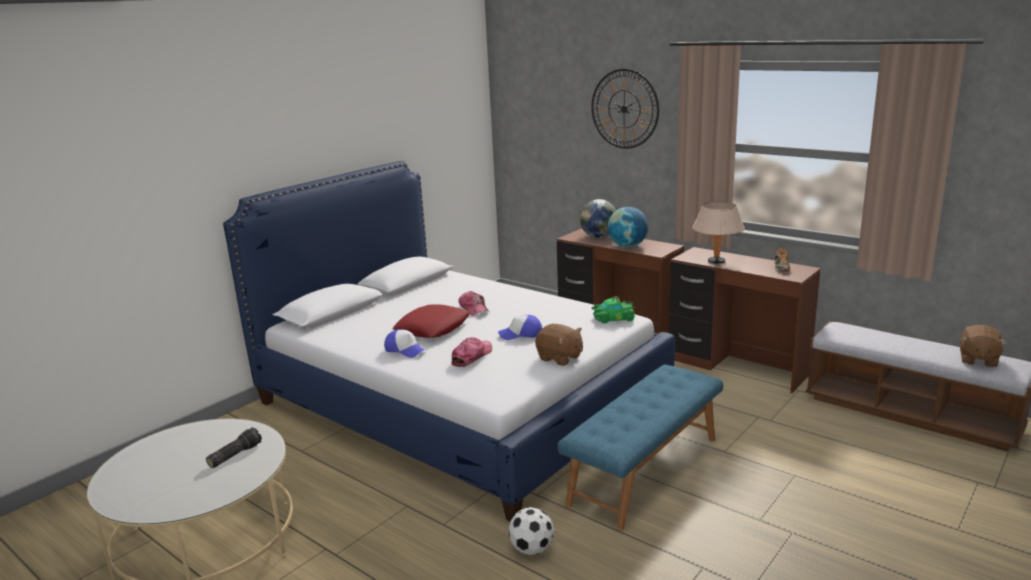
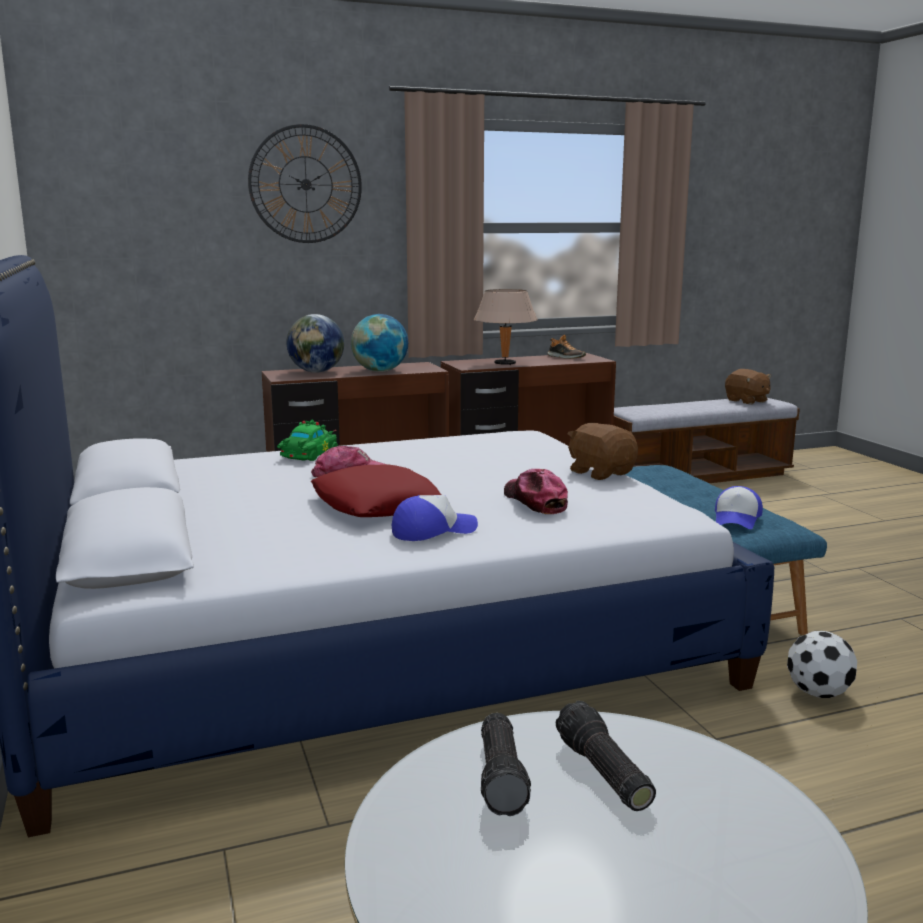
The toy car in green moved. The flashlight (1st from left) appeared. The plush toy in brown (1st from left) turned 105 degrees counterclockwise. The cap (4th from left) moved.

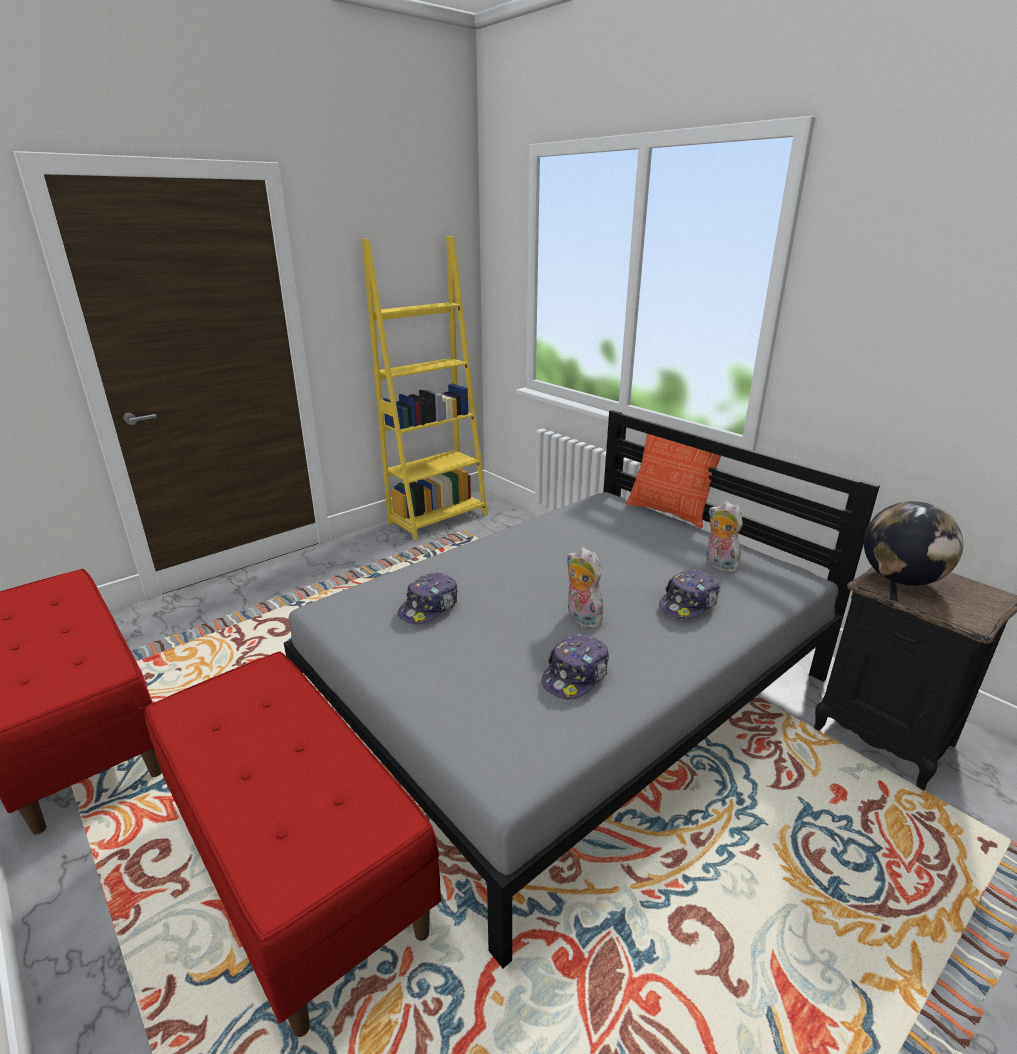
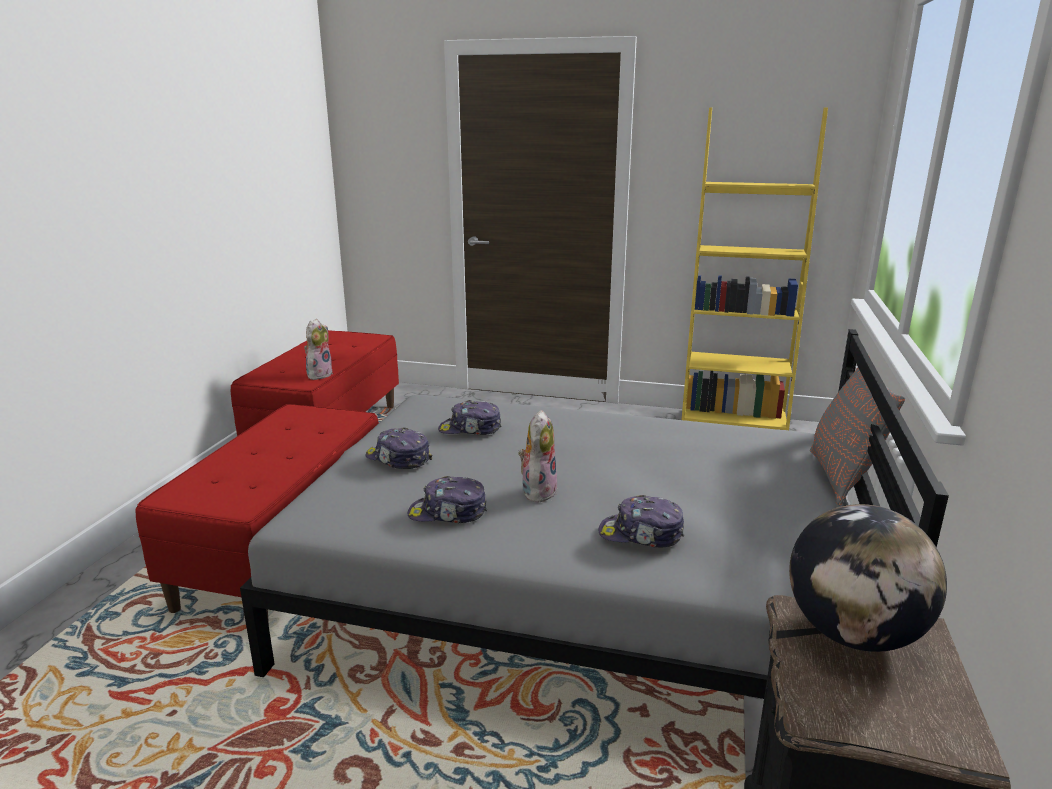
The plush toy (2nd from left in the first image) moved. The cap (1st from left) appeared. The pillow in orange became the pillow in grey.

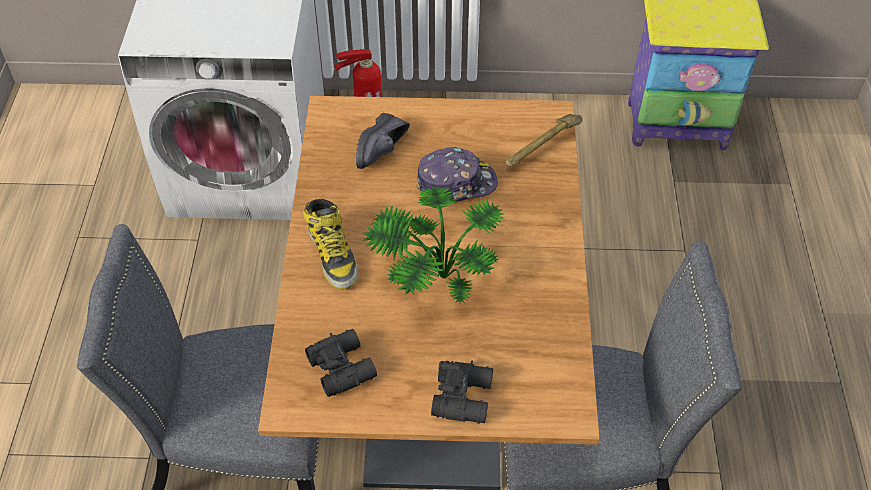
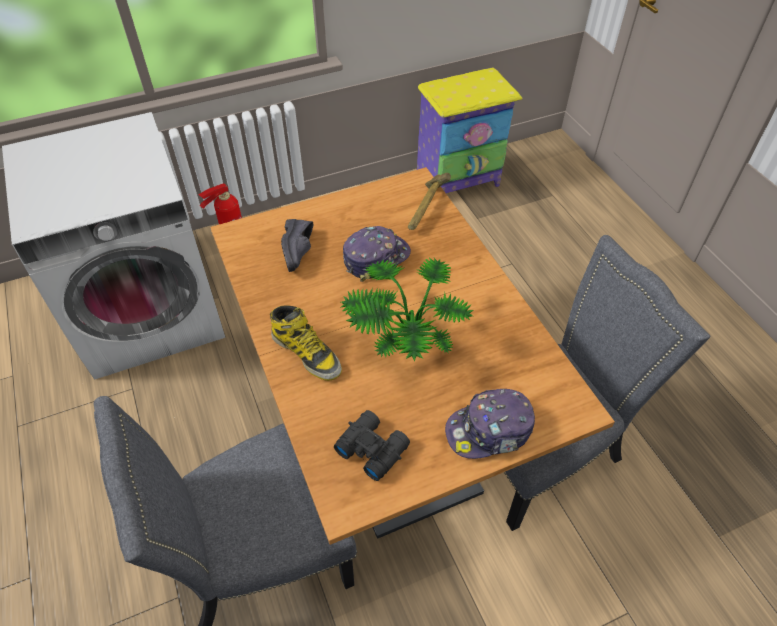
The binoculars in black (2nd from left) was replaced by the cap (2nd from left).

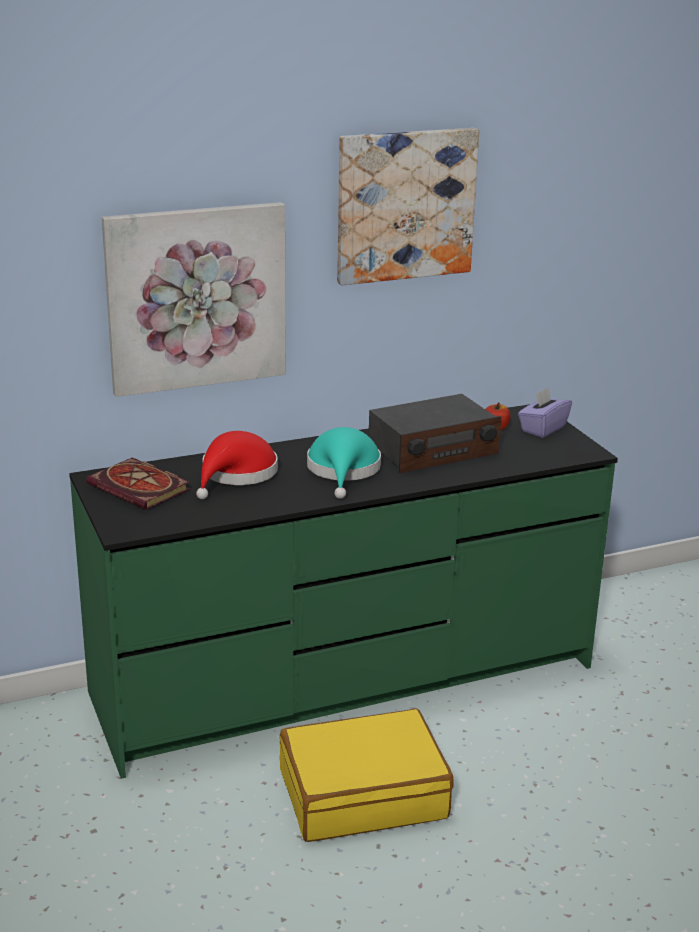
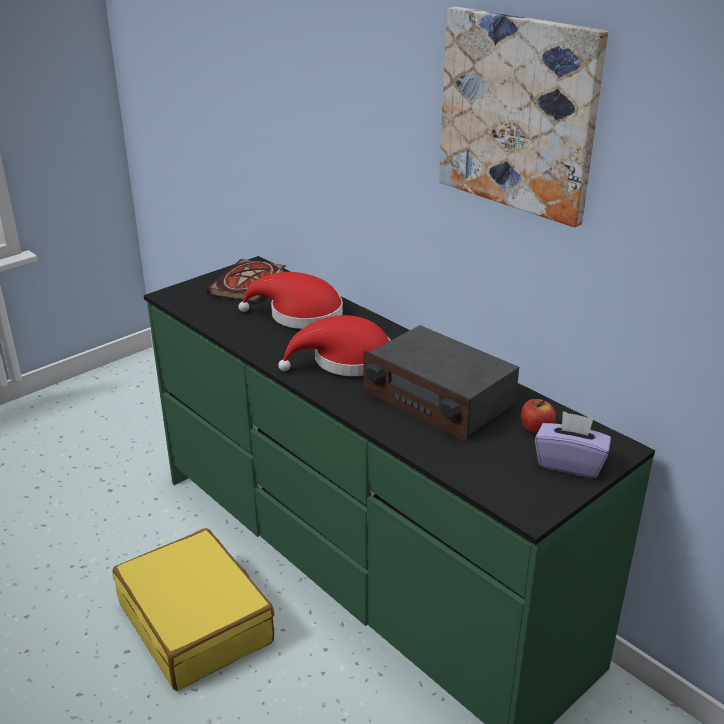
The hat in turquoise became the hat in red (2nd from left). The picture (1st from left) disappeared.

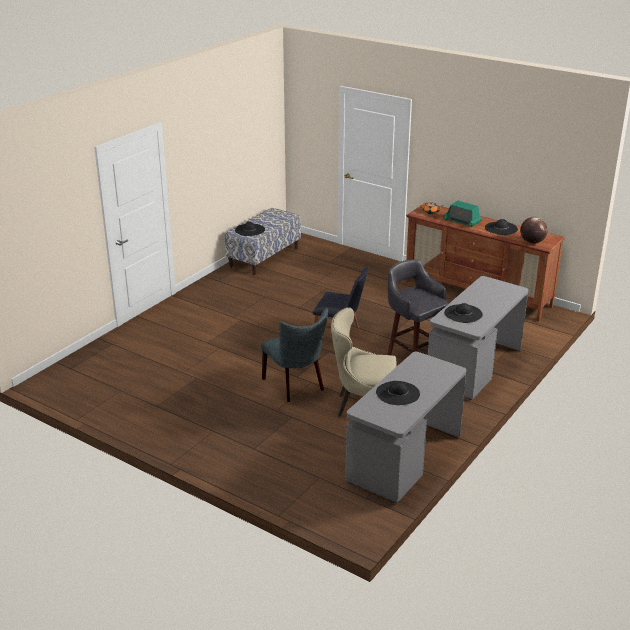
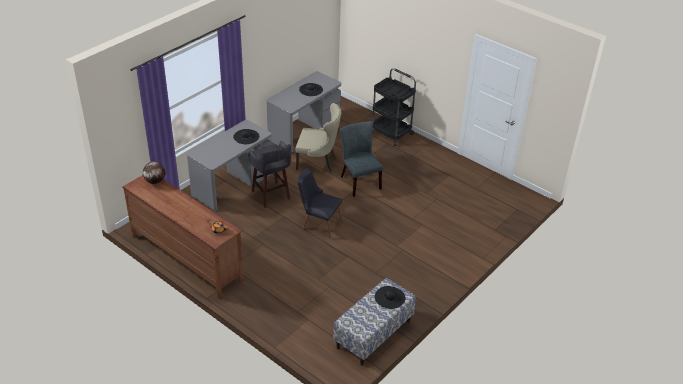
The cart in black appeared. The radio disappeared. The hat in black (4th from left) disappeared.

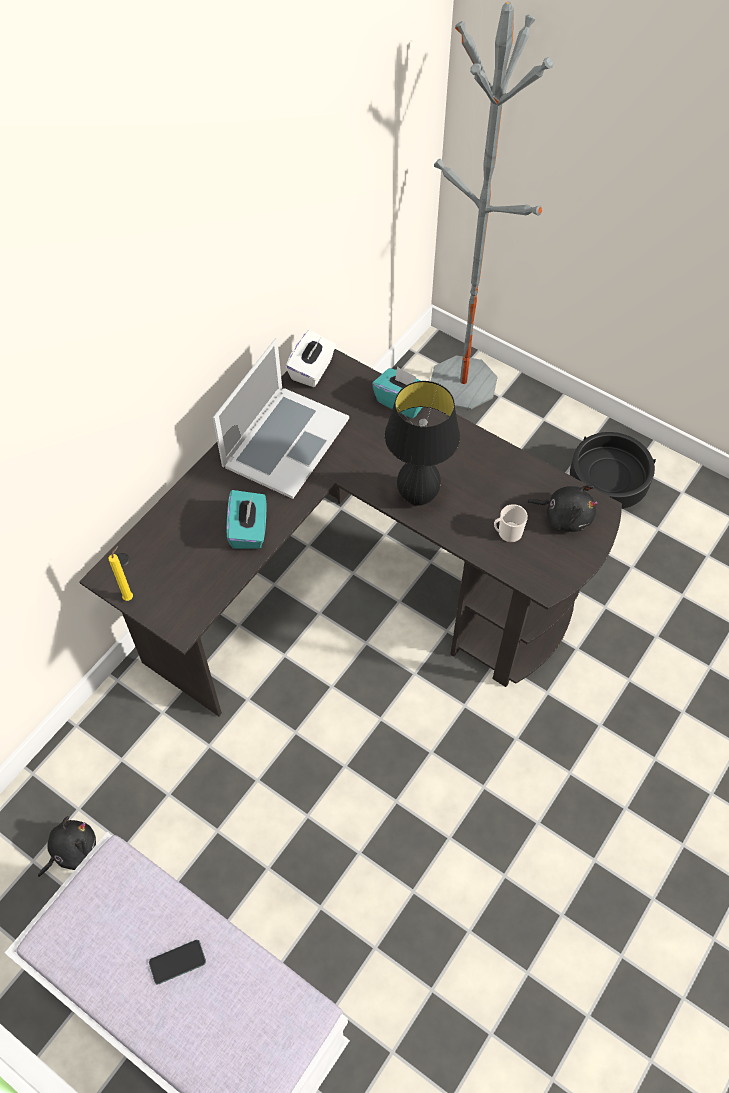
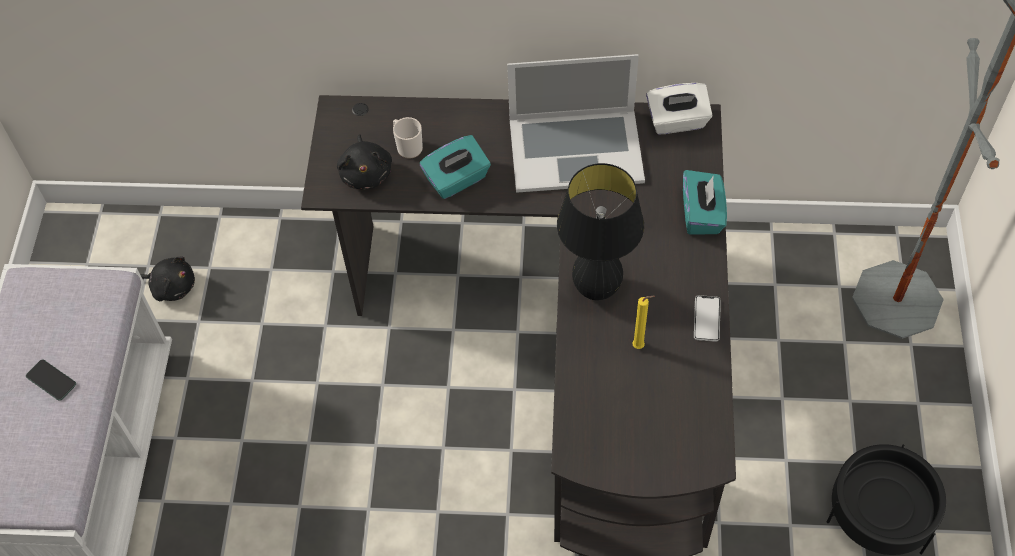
The plush toy in black (2nd from left) moved. The mug moved. The candle in yellow moved. The phone (2nd from left) appeared.

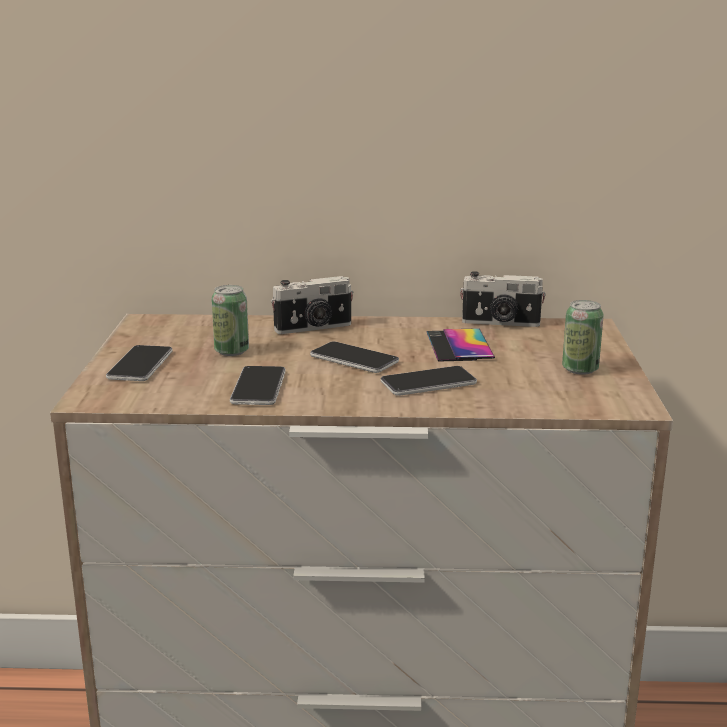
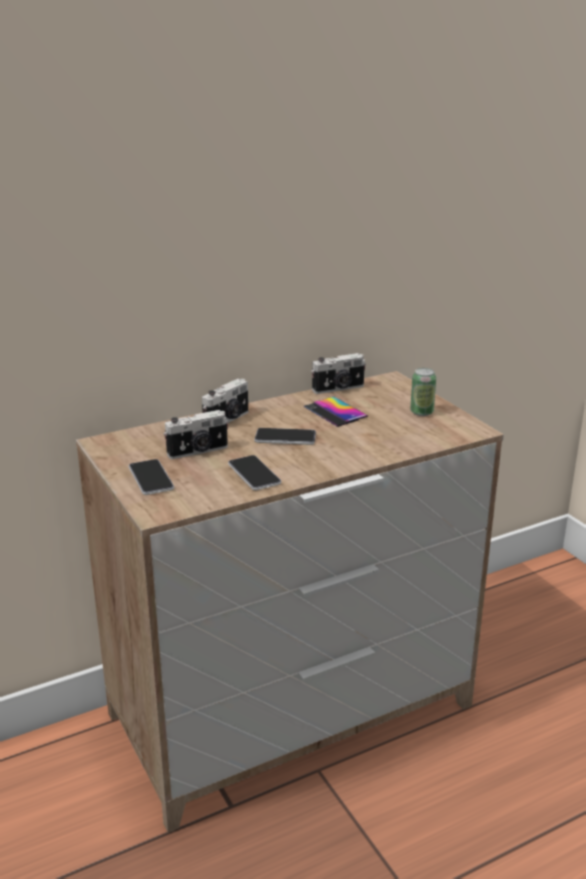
The can (1st from left) was replaced by the photo camera (1st from left). The phone (4th from left) disappeared.

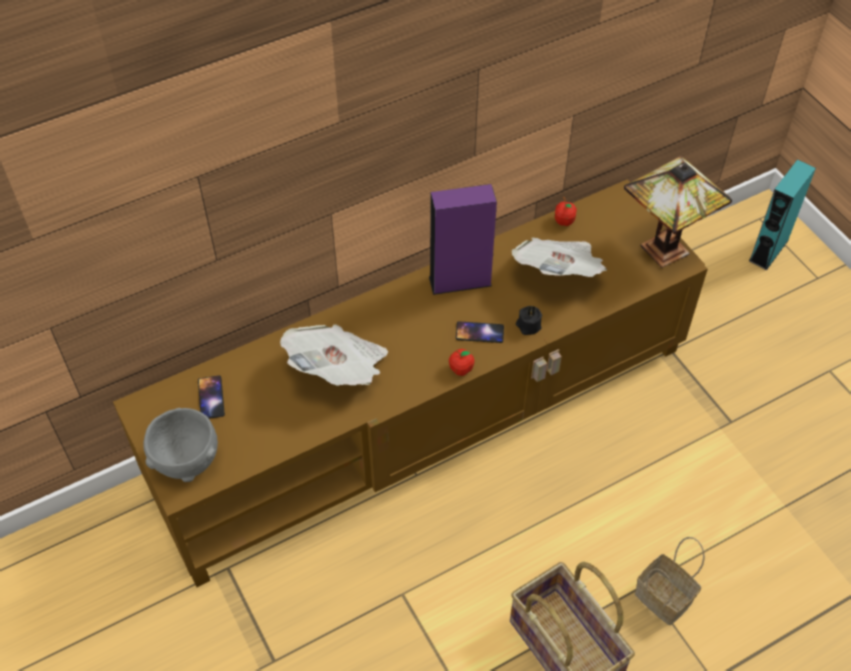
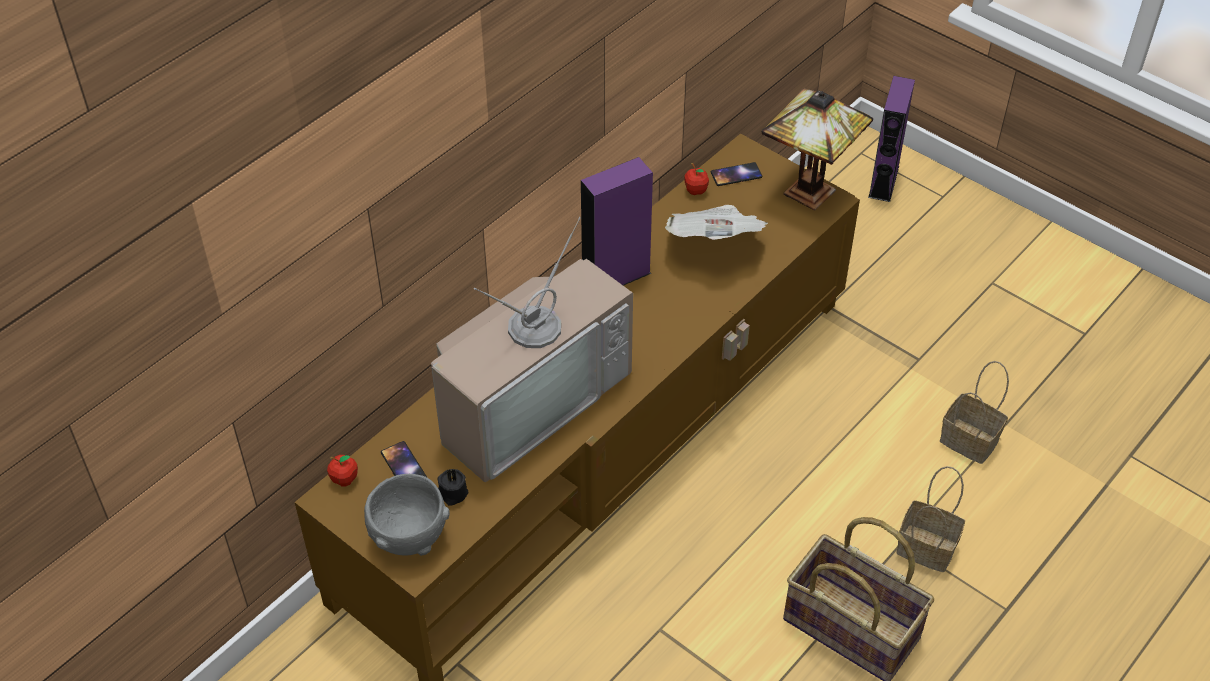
The apple (1st from left) moved. The newspaper (1st from left) was replaced by the television. The candle in black moved. The phone (2nd from left) moved. The speaker in turquoise became the speaker in purple (2nd from left). The basket (3rd from left) appeared.

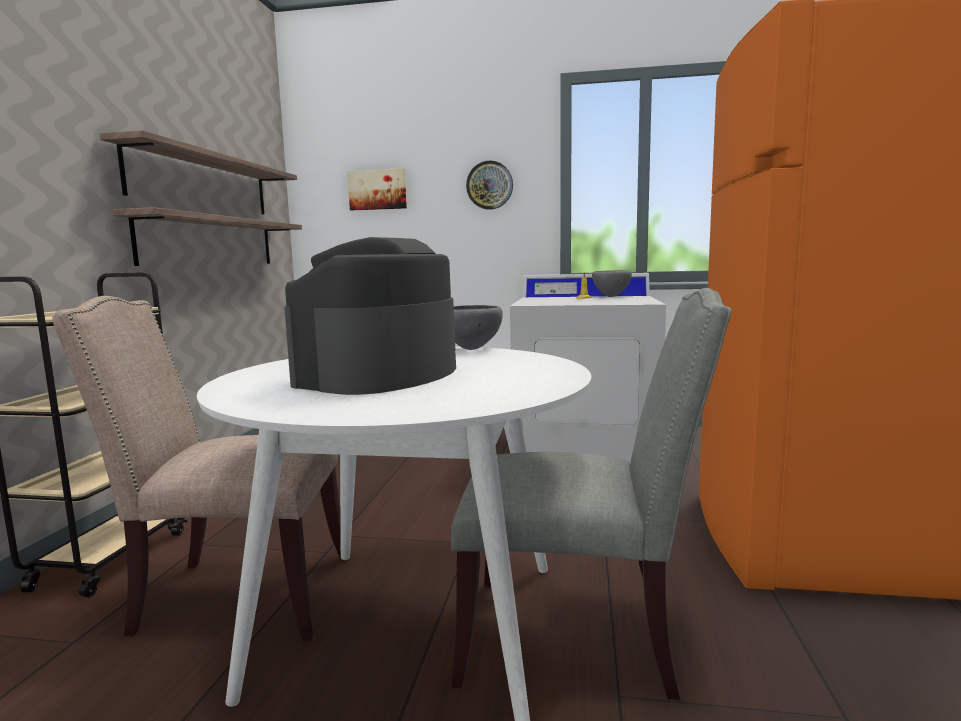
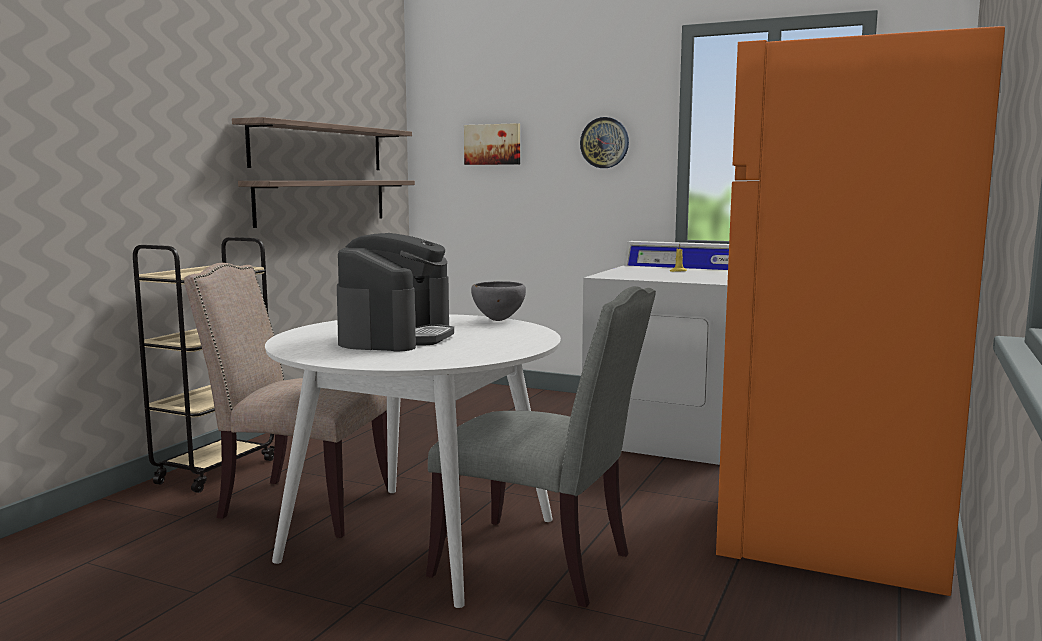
The coffee machine turned 150 degrees clockwise. The bowl in grey (2nd from left) disappeared.

